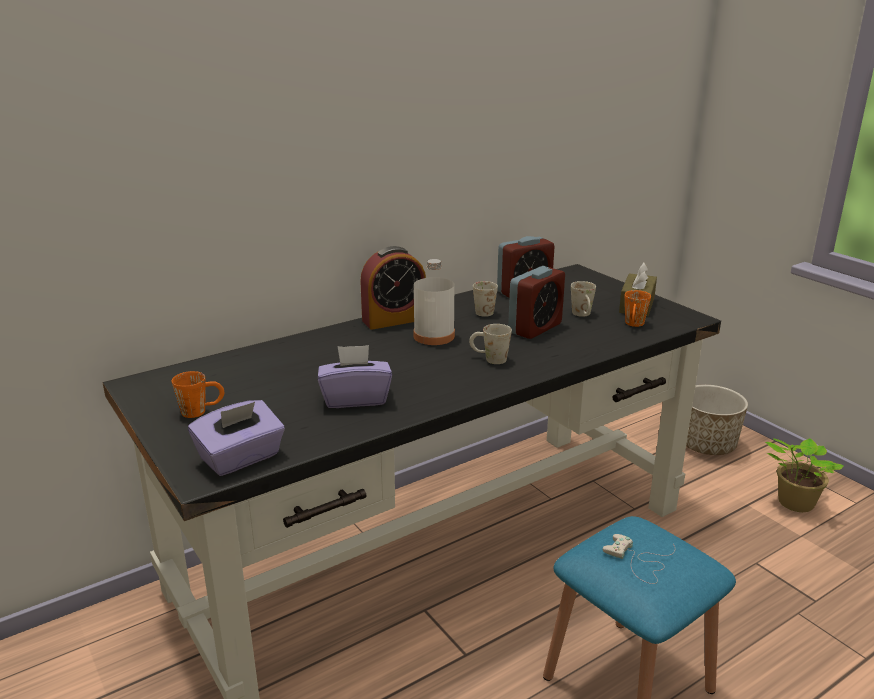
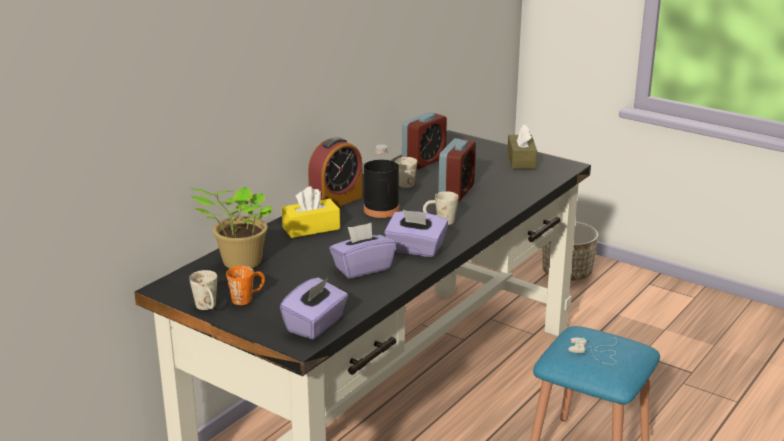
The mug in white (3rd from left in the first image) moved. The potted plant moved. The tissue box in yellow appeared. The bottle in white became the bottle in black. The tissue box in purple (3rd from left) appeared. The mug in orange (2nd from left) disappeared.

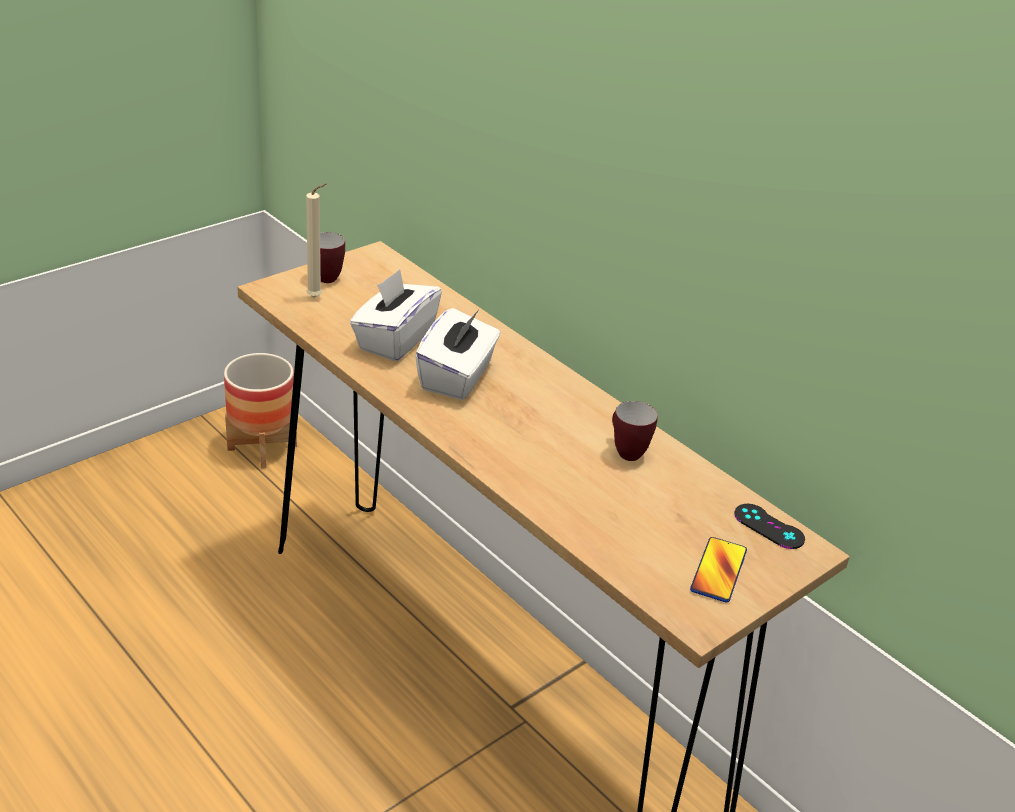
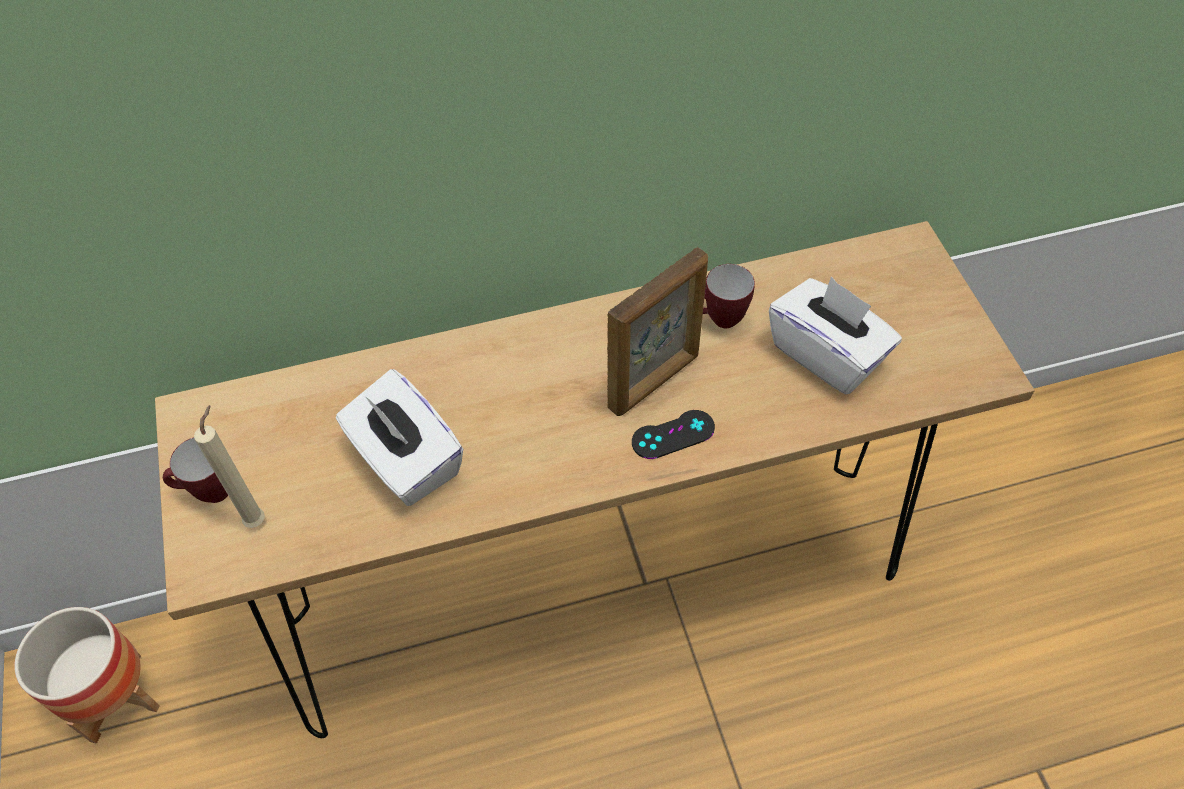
The picture frame appeared. The game controller in black moved. The tissue box in white (2nd from left) moved. The phone disappeared.

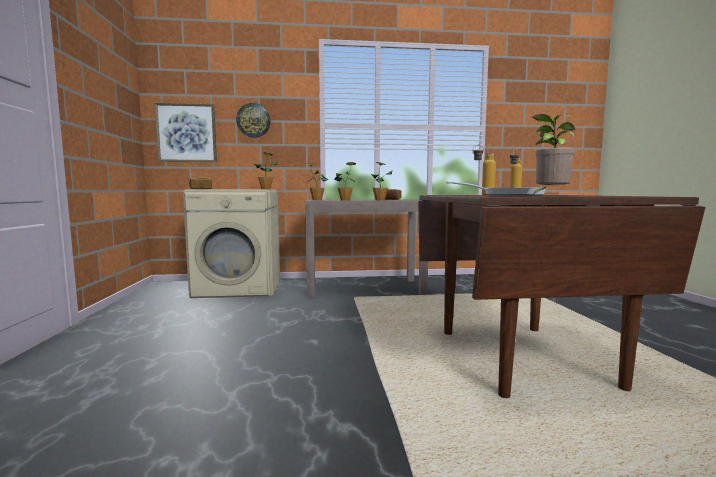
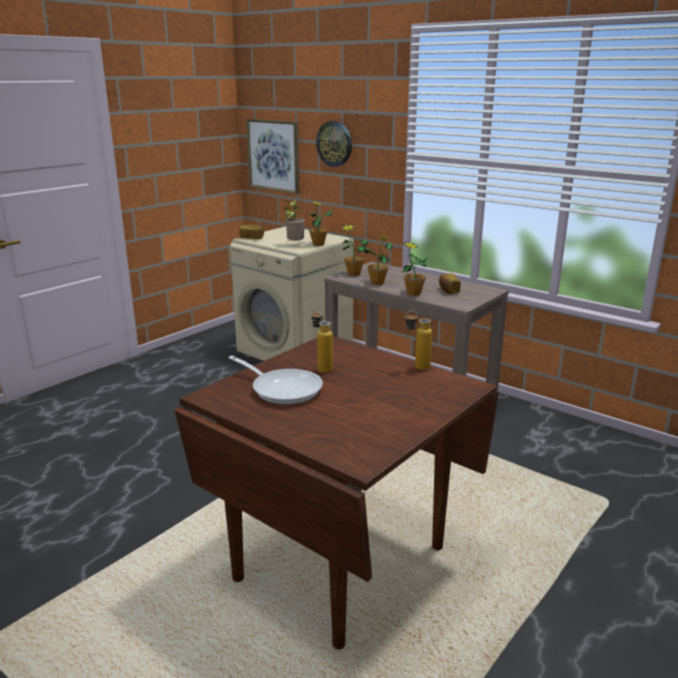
The potted plant (5th from left in the first image) moved.

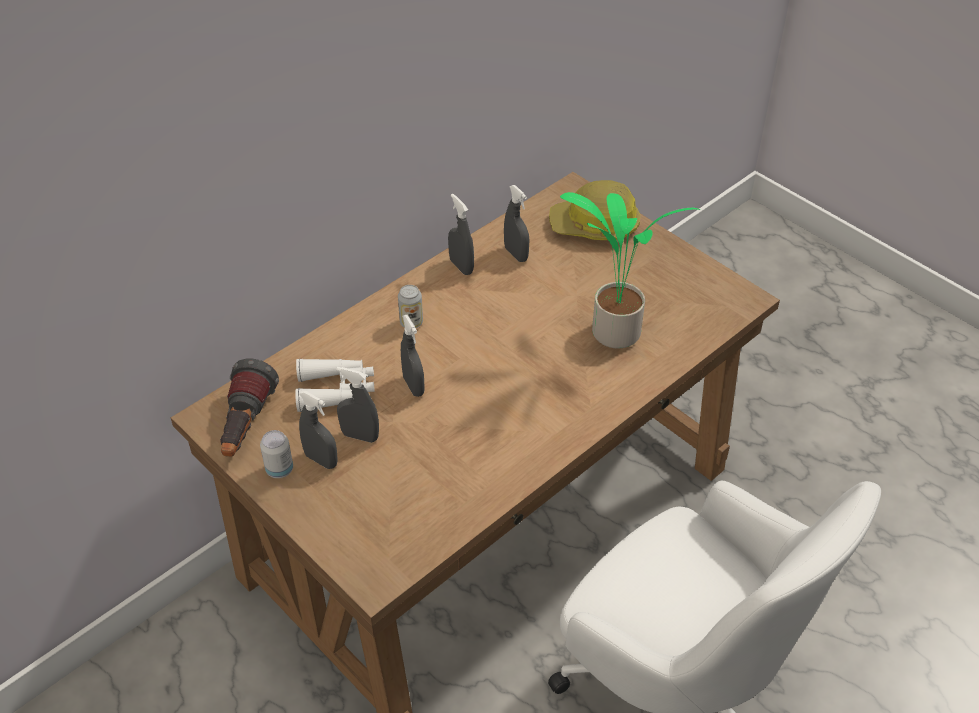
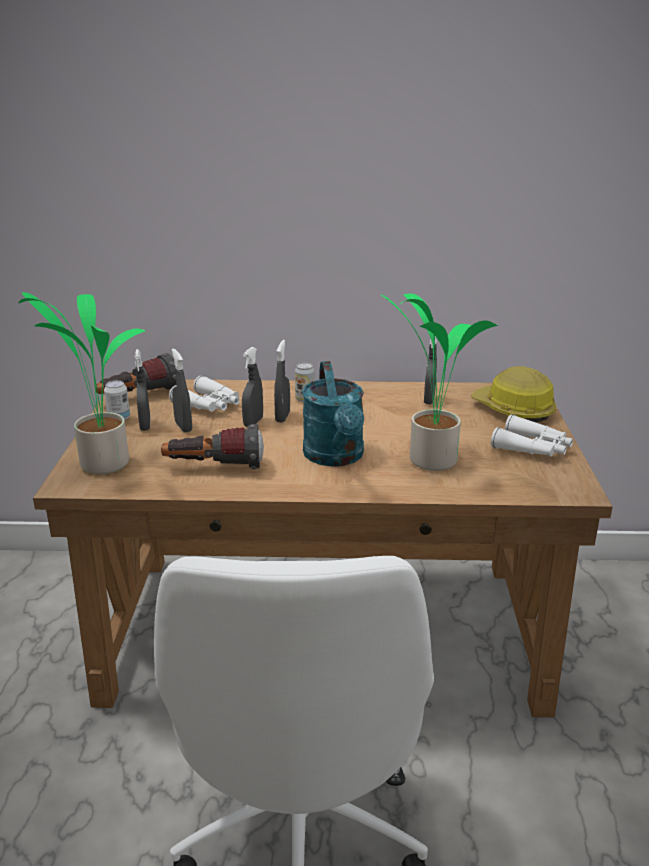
The potted plant (1st from left) appeared. The flashlight (2nd from left) appeared. The spray bottle in grey (4th from left) moved. The watering can in turquoise appeared. The binoculars in white (2nd from left) appeared.

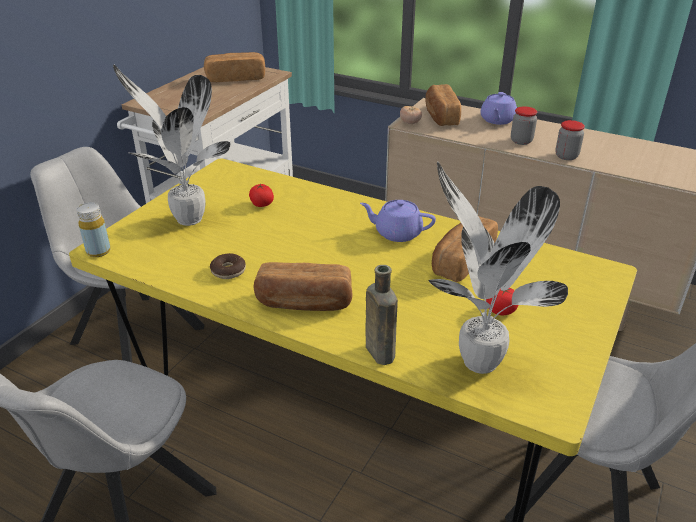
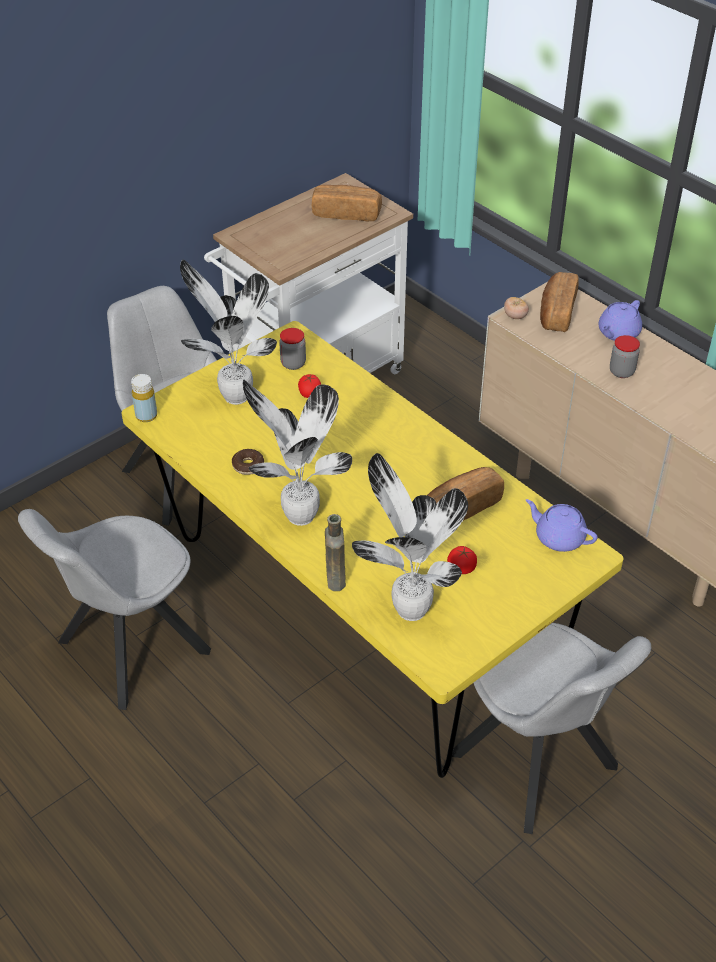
The bread (2nd from left) was replaced by the potted plant (2nd from left). The jar (2nd from left in the first image) moved. The teapot in purple (1st from left) moved.

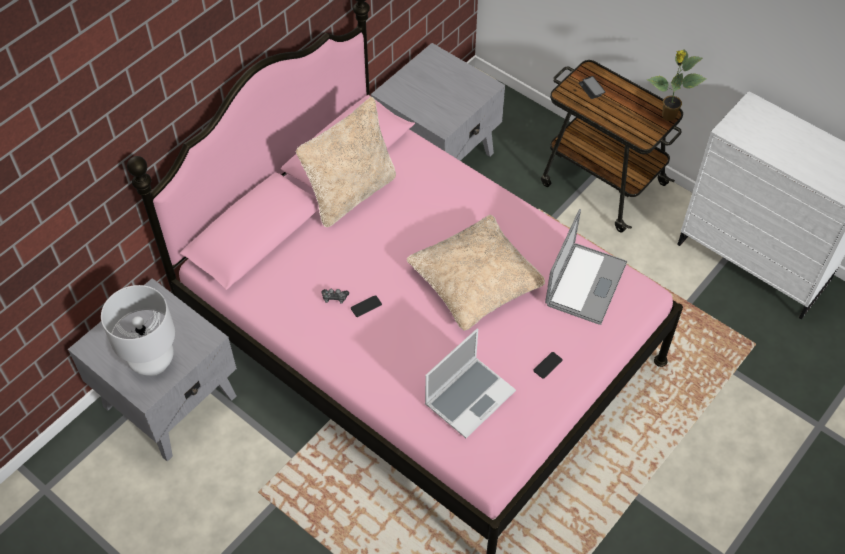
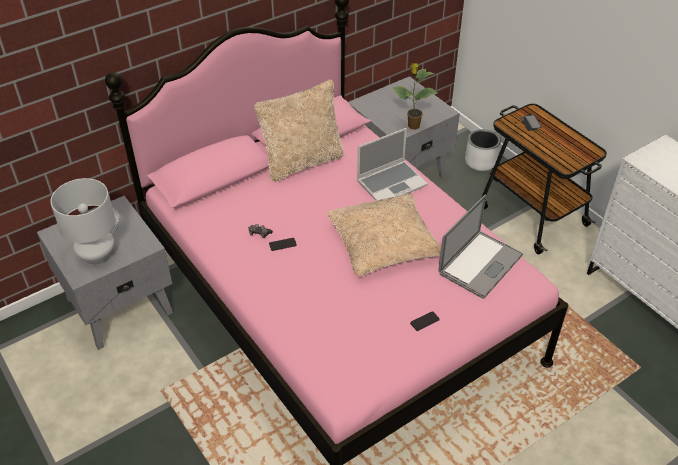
The laptop (1st from left) moved. The potted plant moved. The planter in white appeared.

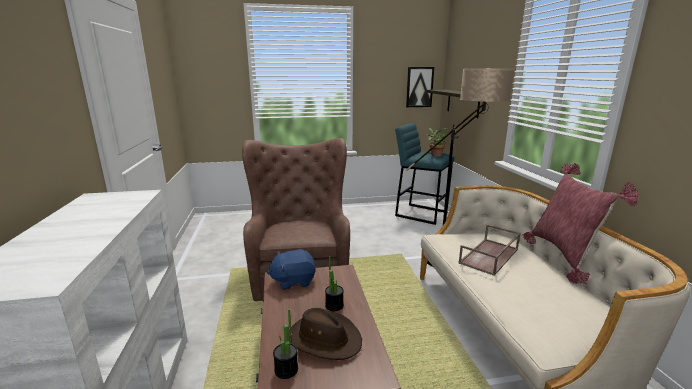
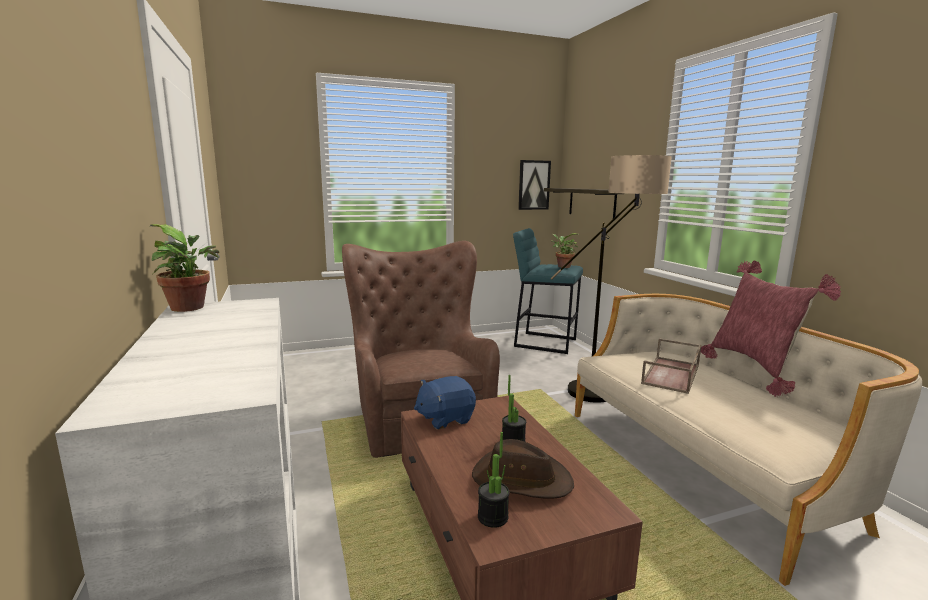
The potted plant (1st from left) appeared.

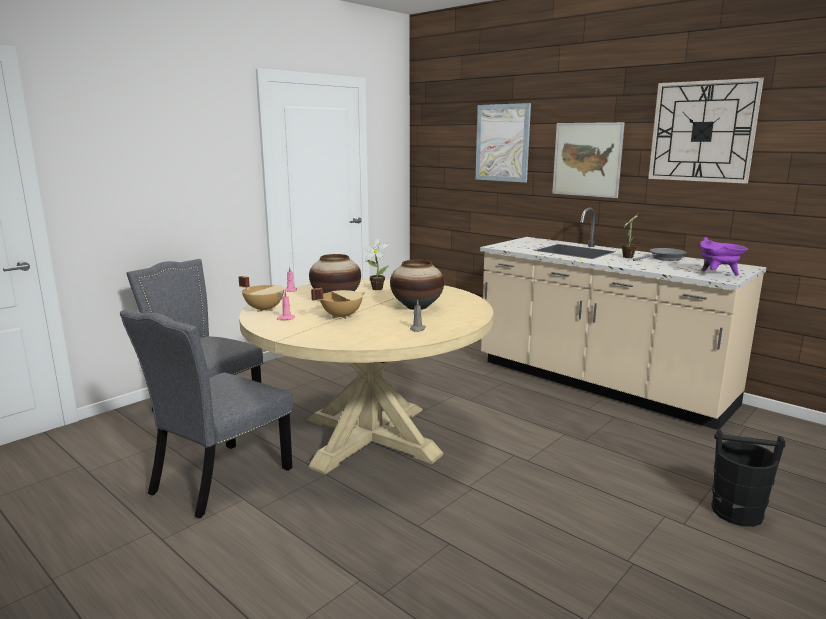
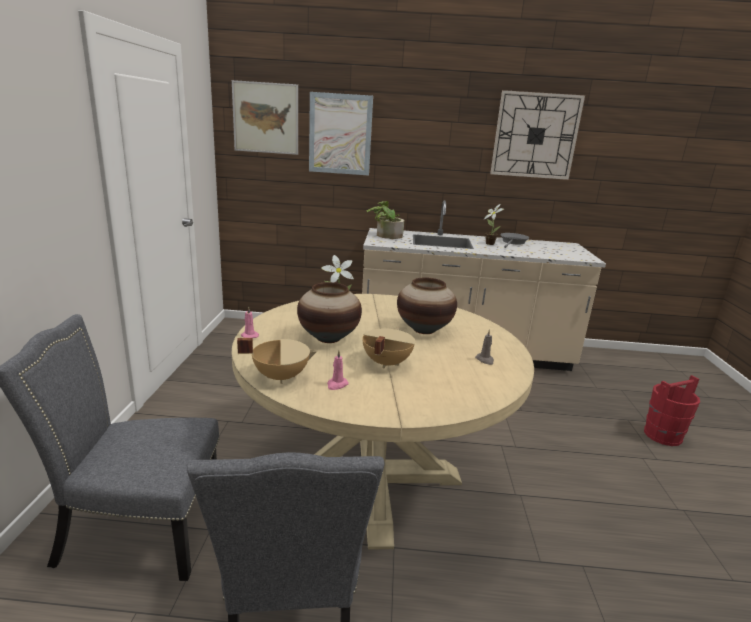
The picture (2nd from left in the first image) moved. The potted plant (2nd from left) appeared. The bucket in black became the bucket in red. The cooking pot in purple disappeared.

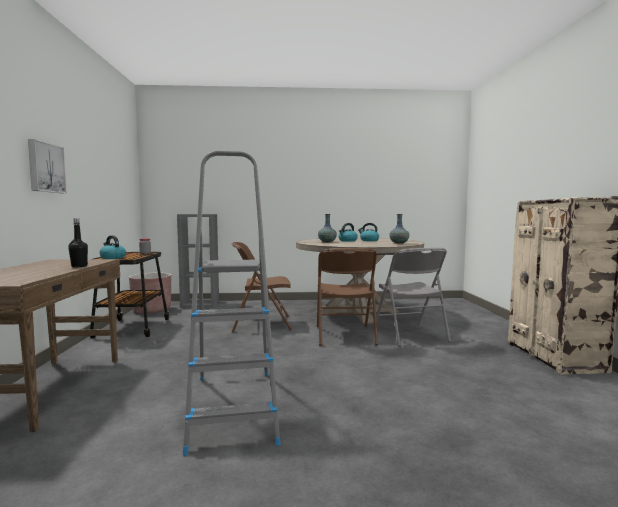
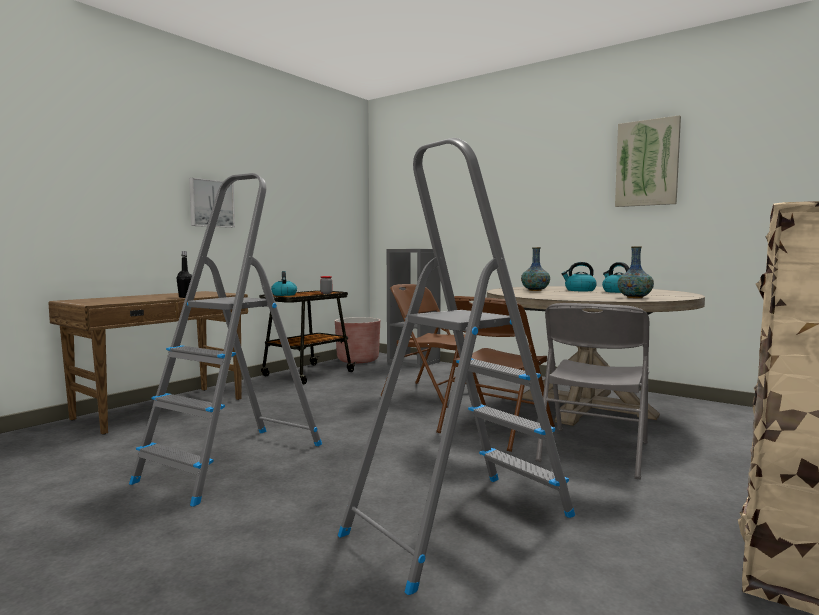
The step ladder in grey (2nd from left) appeared. The picture (2nd from left) appeared.

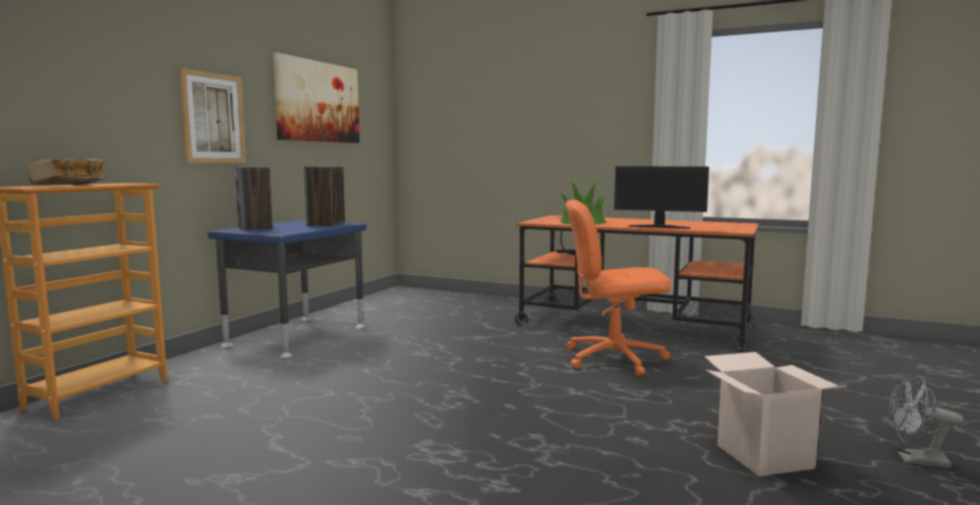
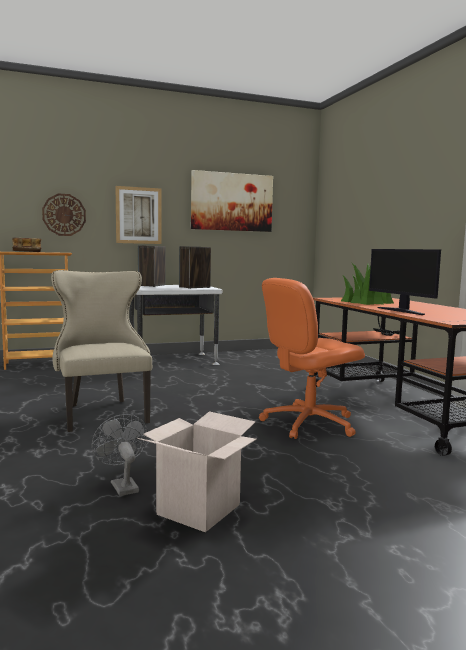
The wall clock appeared. The chair in beige appeared. The fan in grey moved. The desk in blue became the desk in white. The office chair in orange turned 75 degrees counterclockwise.

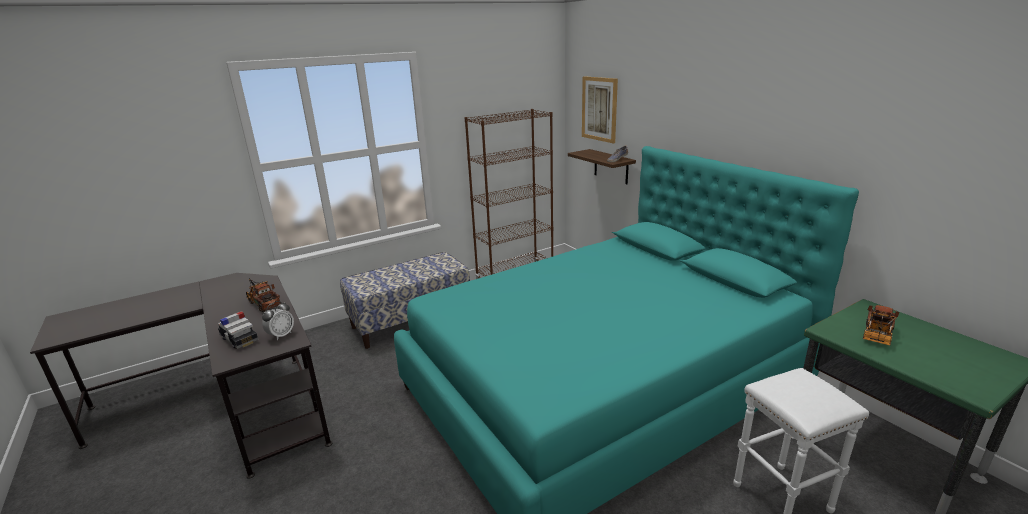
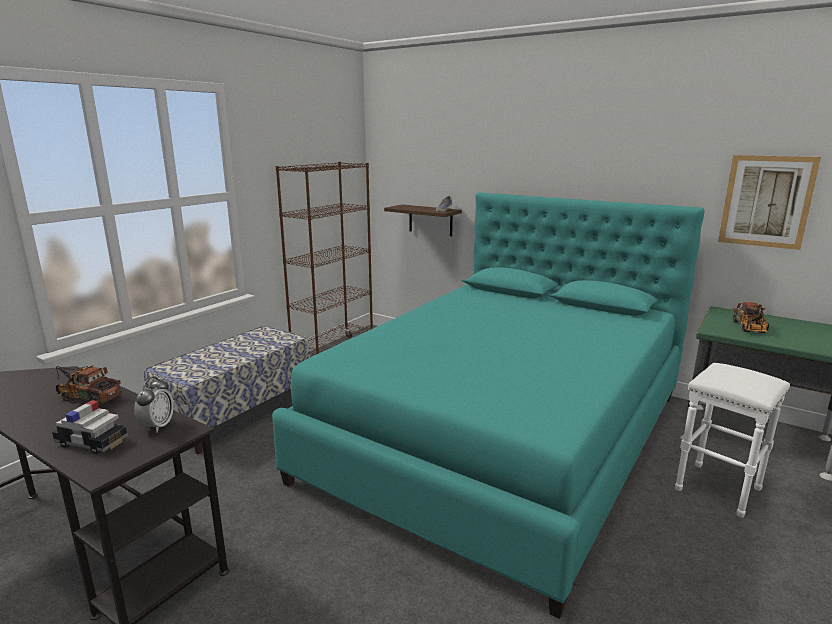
The picture moved.

